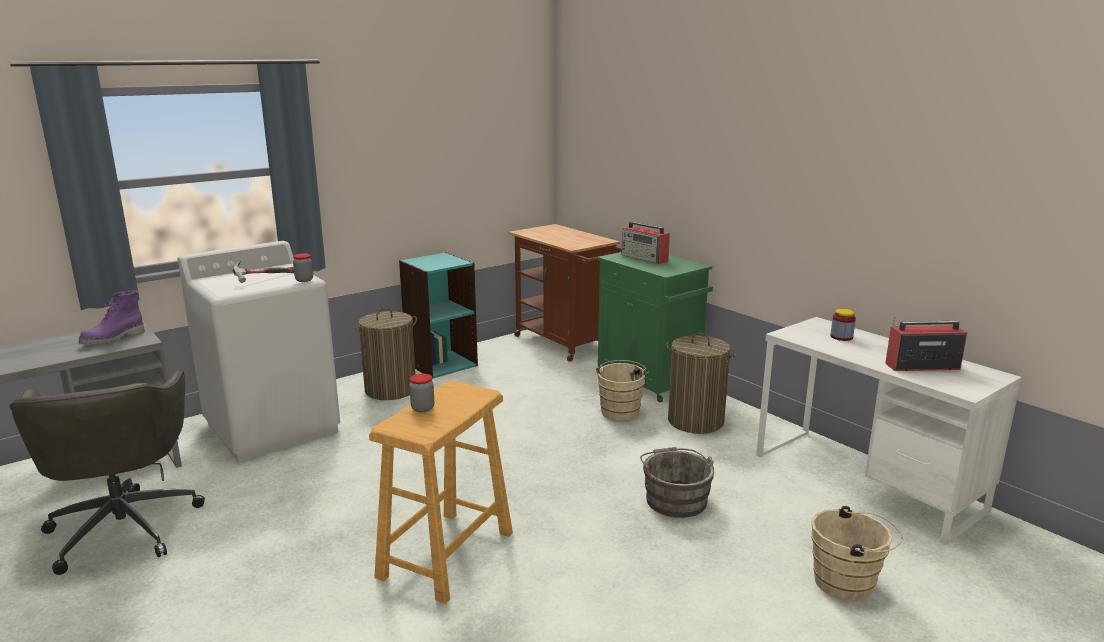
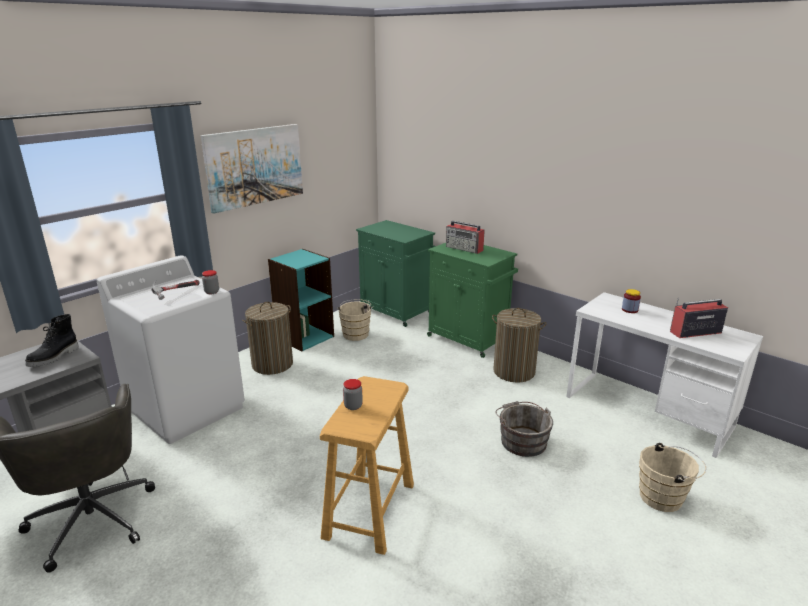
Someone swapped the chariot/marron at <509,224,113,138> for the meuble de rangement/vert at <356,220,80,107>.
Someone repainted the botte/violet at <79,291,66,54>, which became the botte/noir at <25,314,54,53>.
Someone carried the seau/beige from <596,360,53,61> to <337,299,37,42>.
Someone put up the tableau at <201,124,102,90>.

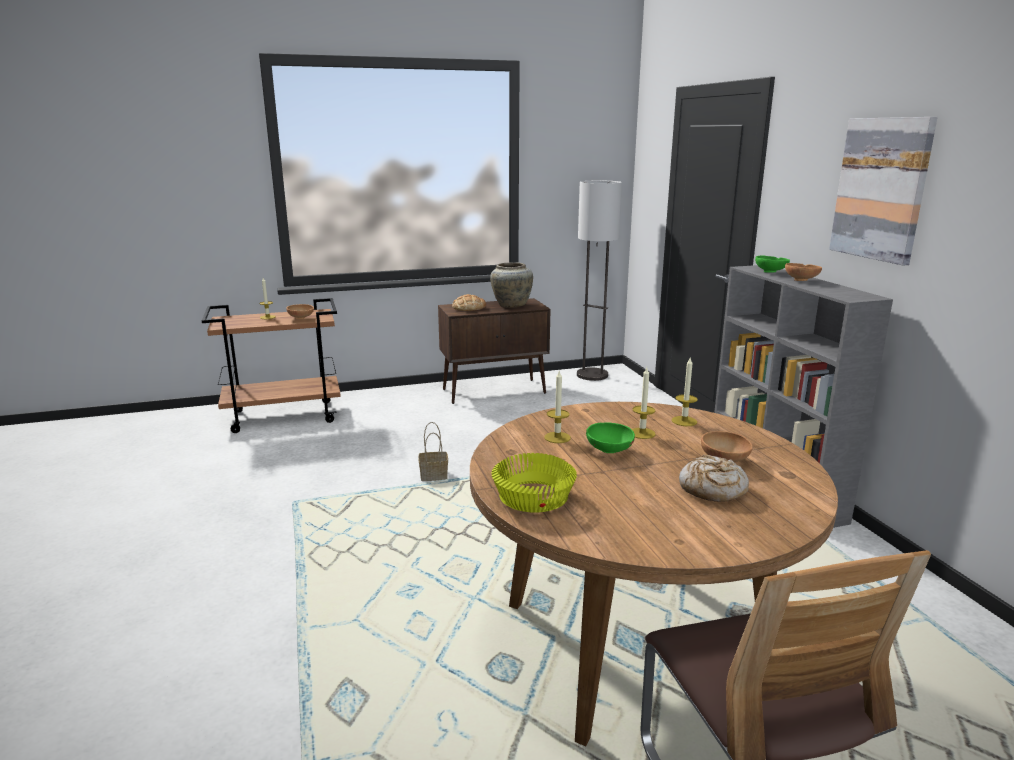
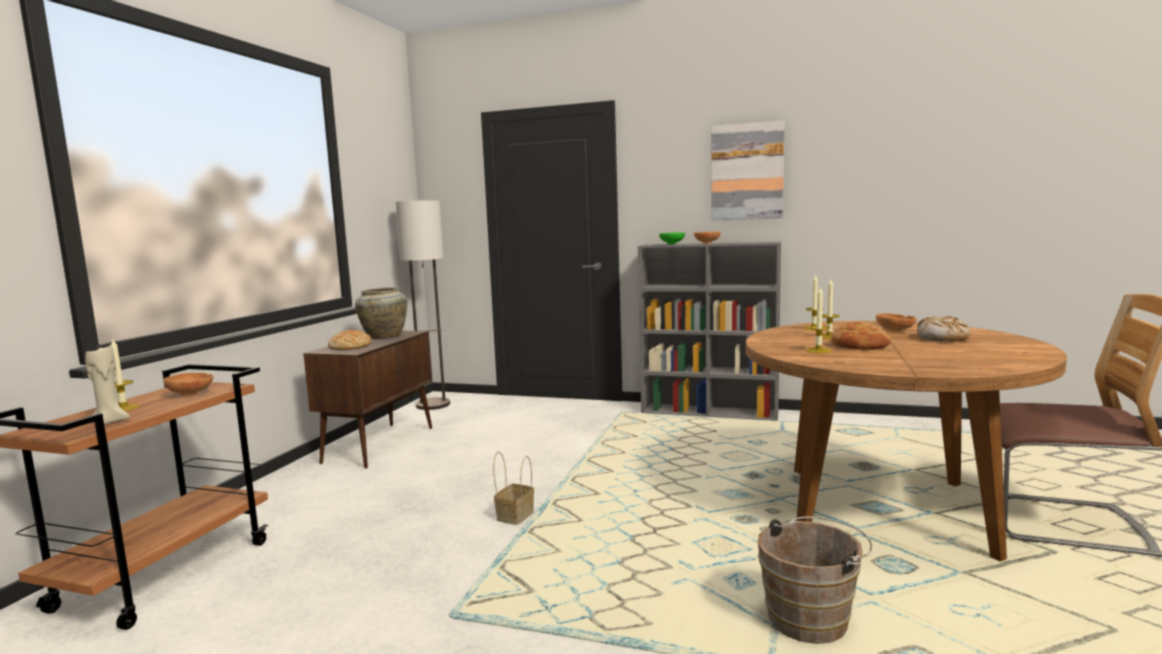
Someone swapped the bol/vert at <586,422,49,31> for the pain at <831,322,60,28>.
Someone took away the bol/jaune at <491,453,86,60>.
Someone put down the bougie/beige at <85,345,45,80>.
Someone put down the seau/marron at <758,517,114,127>.

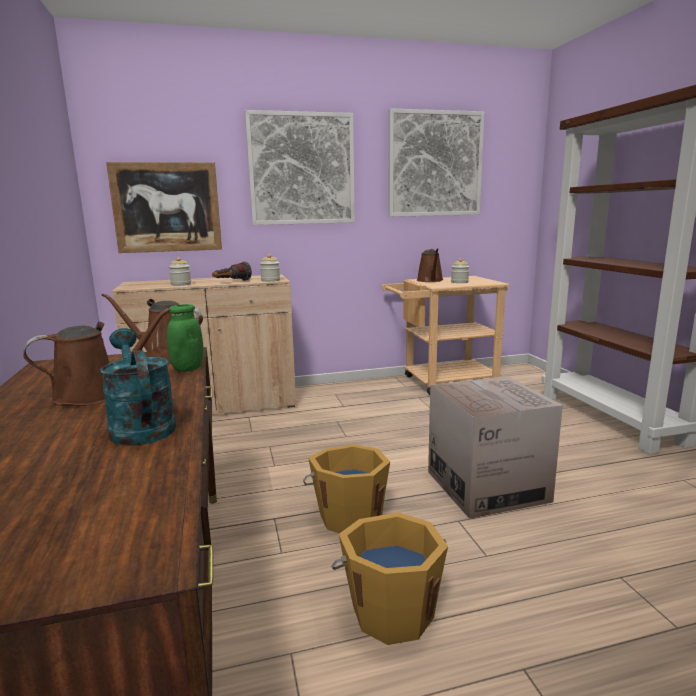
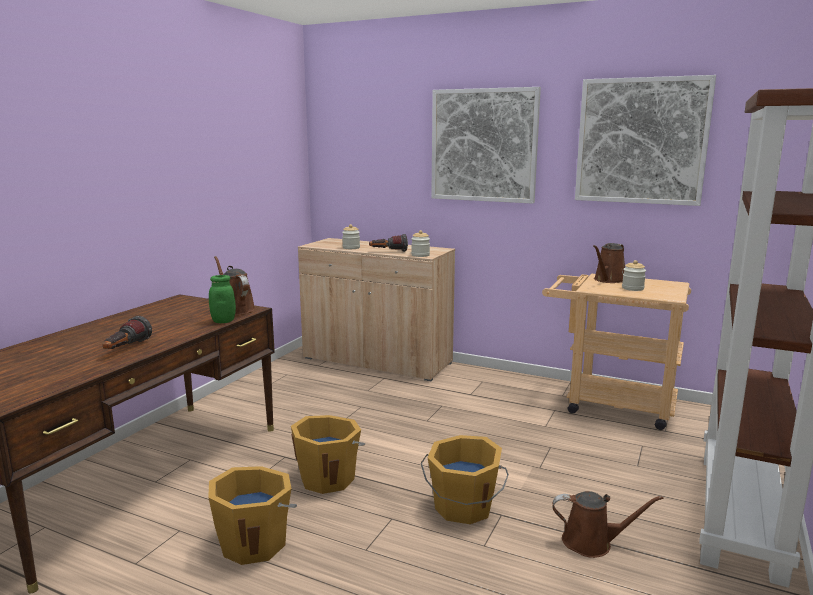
Someone took away the tableau at <106,162,116,91>.
Someone carried the arrosoir/marron from <23,308,148,98> to <552,491,112,67>.
Someone swapped the arrosoir/turquoise at <100,328,76,118> for the lampe de poche at <103,316,49,33>.
Someone swapped the carton at <428,376,135,143> for the seau/orange at <421,435,88,89>.

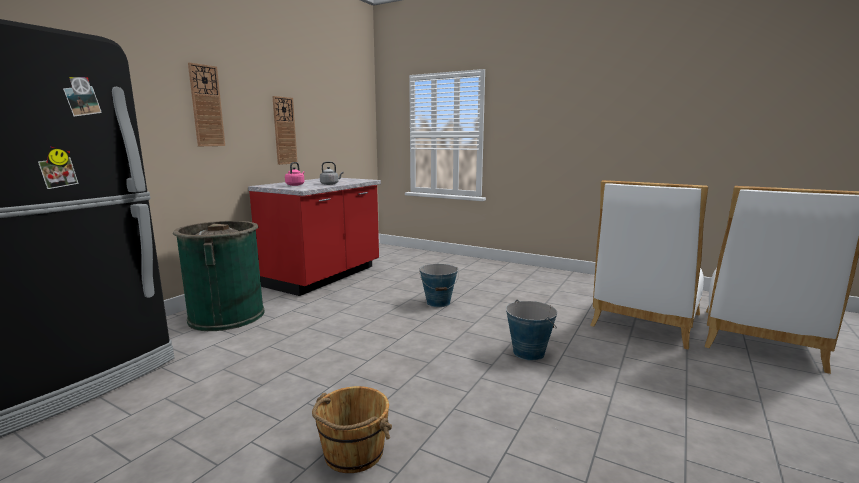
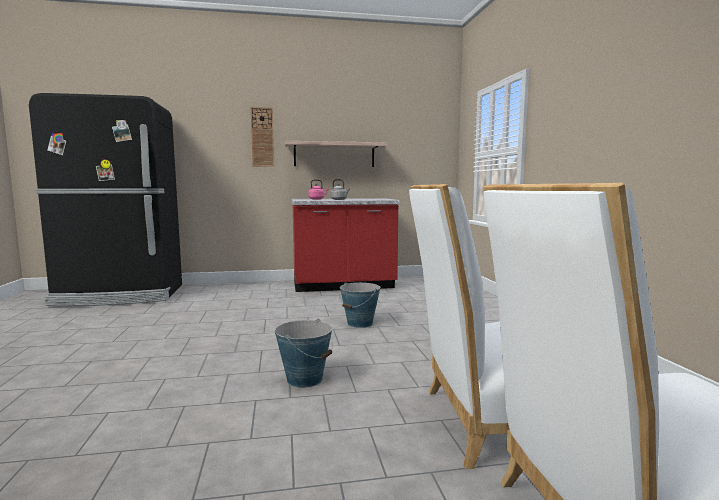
Someone swapped the horloge murale at <272,96,26,69> for the étagère at <285,141,103,26>.
Someone took away the poubelle/vert at <173,221,92,110>.
Someone took away the seau/marron at <312,386,80,87>.

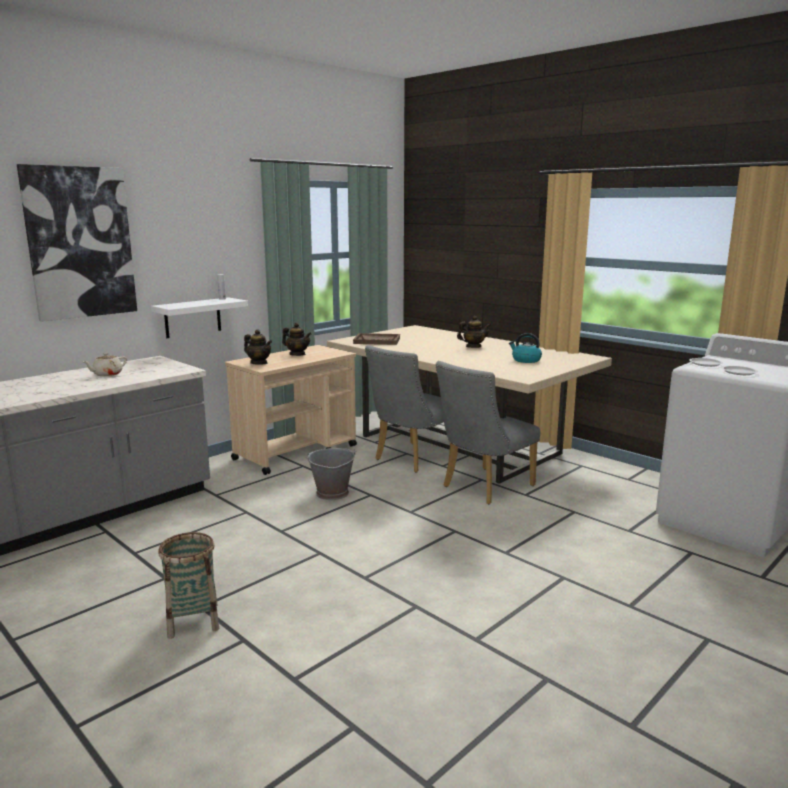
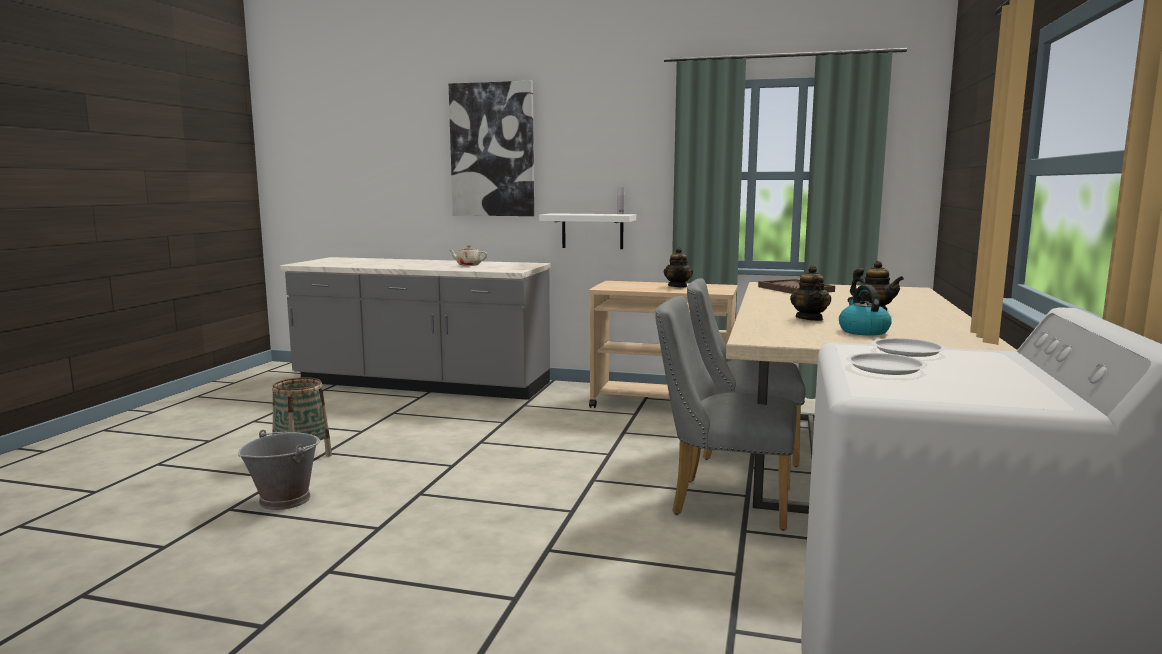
Someone carried the théière from <244,330,28,35> to <790,265,41,56>.
Someone carried the seau/gris from <305,448,51,52> to <238,430,82,80>.

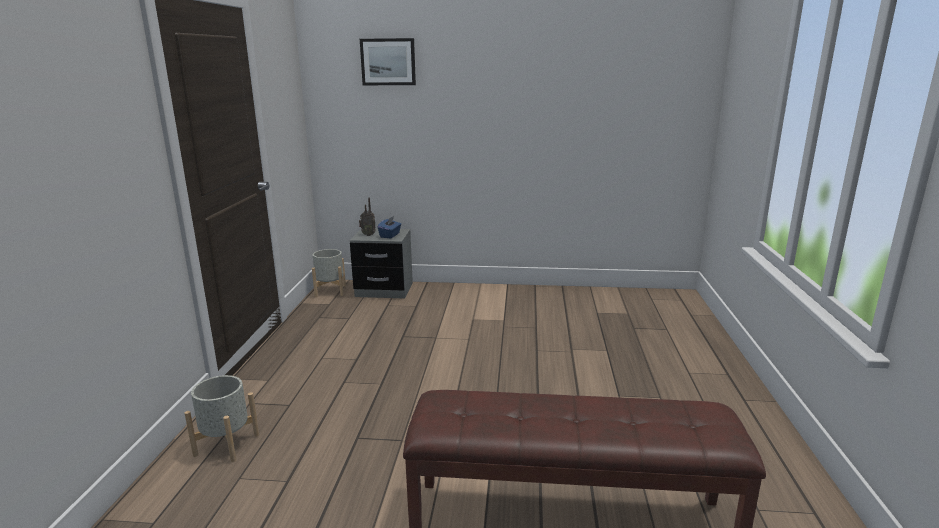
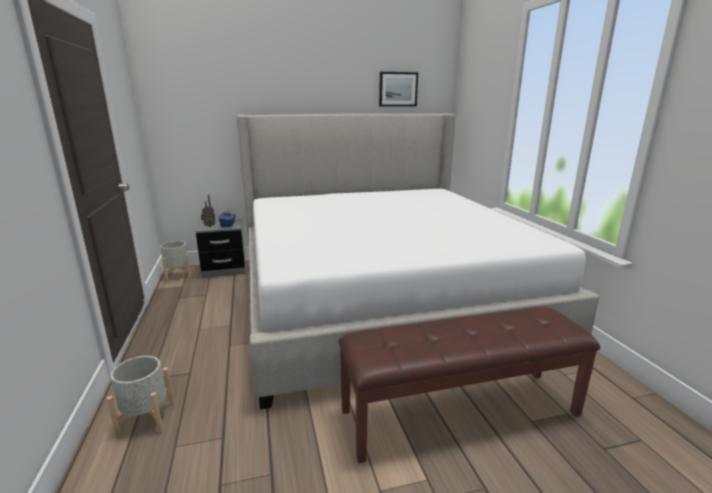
Someone carried the tableau from <360,38,56,47> to <379,72,39,35>.
Someone put down the lit at <237,113,362,297>.

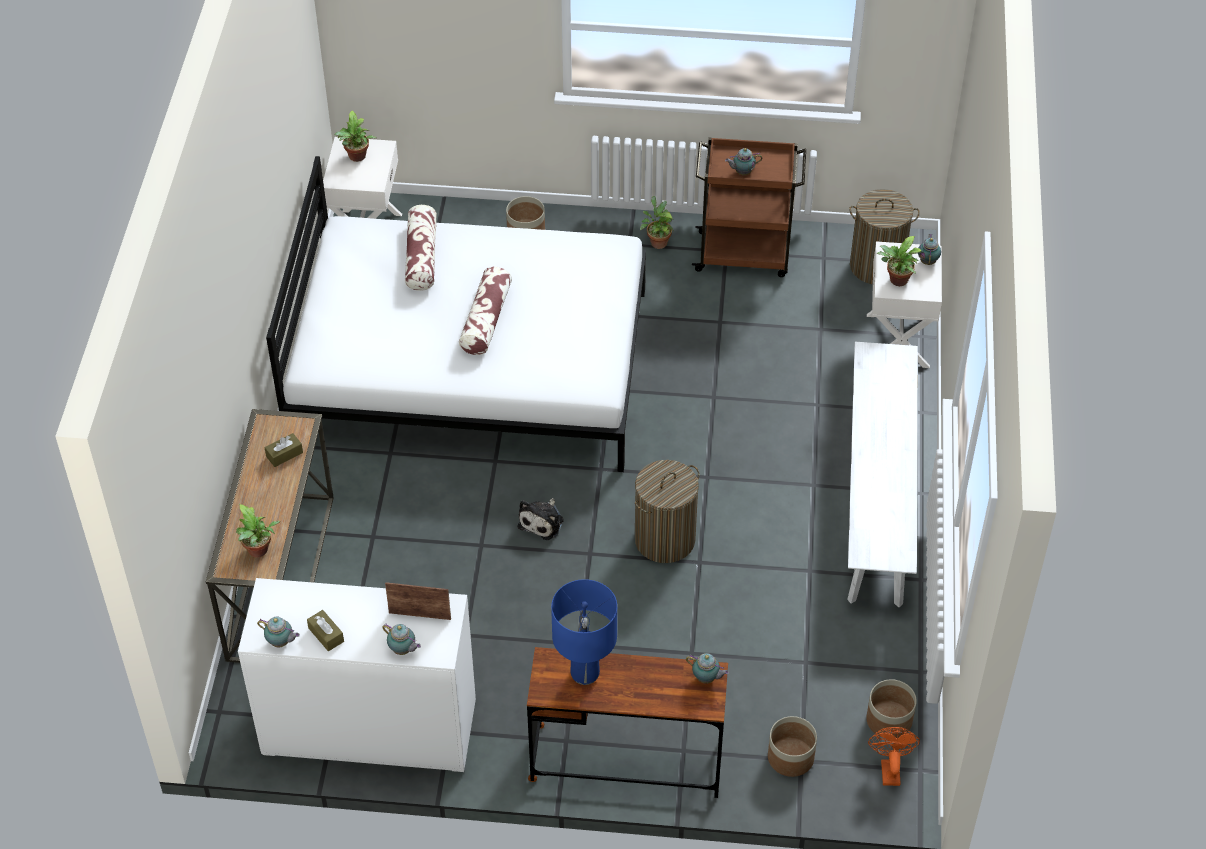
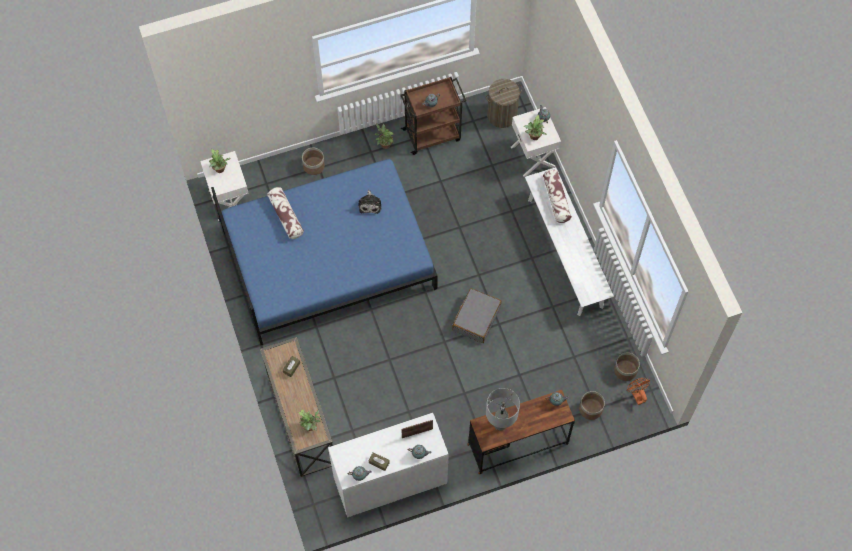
Someone repainted the lit/blanc at <266,156,380,316>, which became the lit/bleu at <211,159,227,186>.
Someone carried the coussin from <459,267,53,88> to <543,170,29,53>.
Someone swapped the panier à linge at <635,460,64,103> for the valise/gris at <452,288,50,55>.
Someone carried the peluche from <518,498,46,42> to <358,190,23,24>.
Someone repainted the lampe de table/bleu at <551,579,66,106>, which became the lampe de table/gris at <486,388,34,42>.

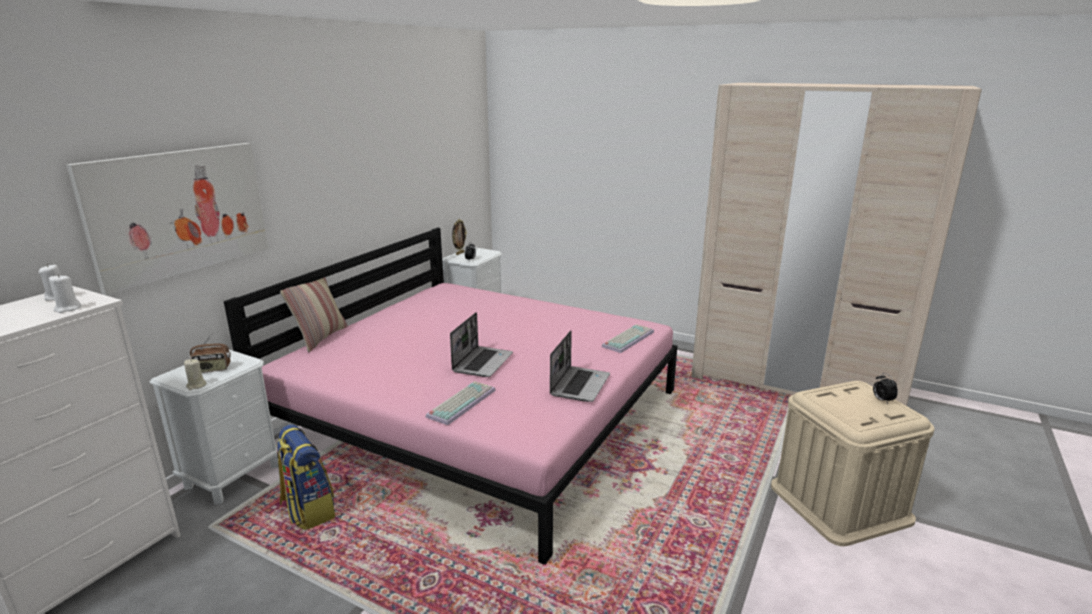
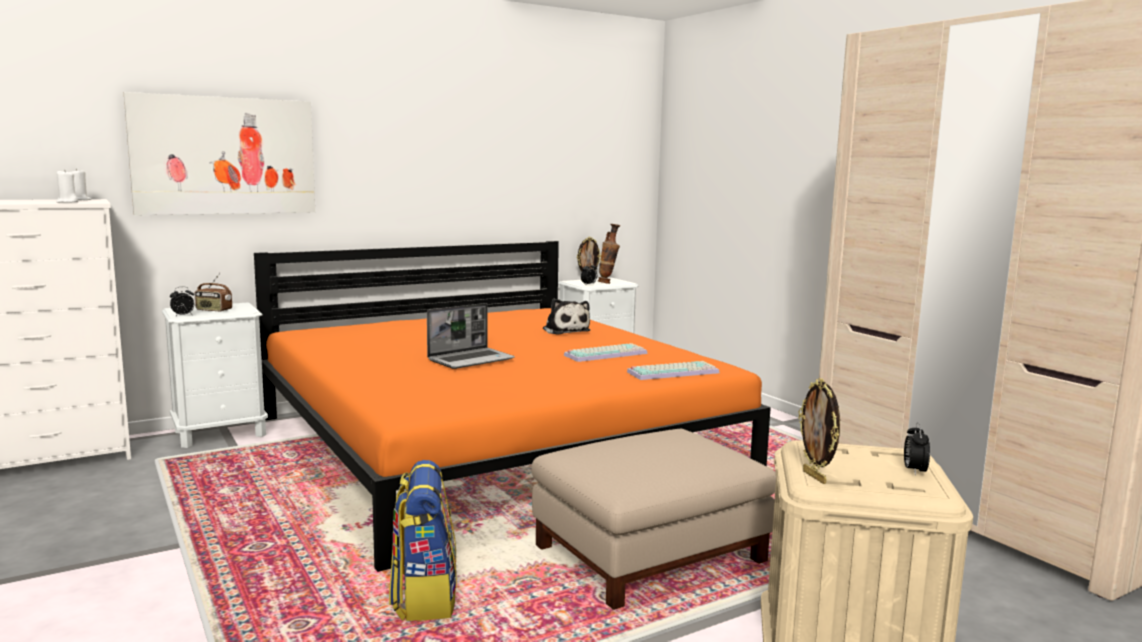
Someone repainted the lit/rose at <224,227,453,338>, which became the lit/orange at <254,241,517,331>.
Someone took away the coussin at <280,277,68,75>.
Someone took away the ordinateur portable at <550,330,60,72>.
Someone swapped the bougie/beige at <184,359,23,31> for the réveil at <170,287,24,29>.
Someone carried the clavier from <426,381,70,44> to <564,343,84,19>.
Someone carried the sac à dos from <276,424,59,107> to <389,460,68,161>.
Someone put down the vase at <598,224,22,60>.
Someone put down the peluche at <543,299,47,36>.
Someone put down the cadre photo at <799,378,41,106>.
Someone put down the pouf/beige at <531,429,245,181>.

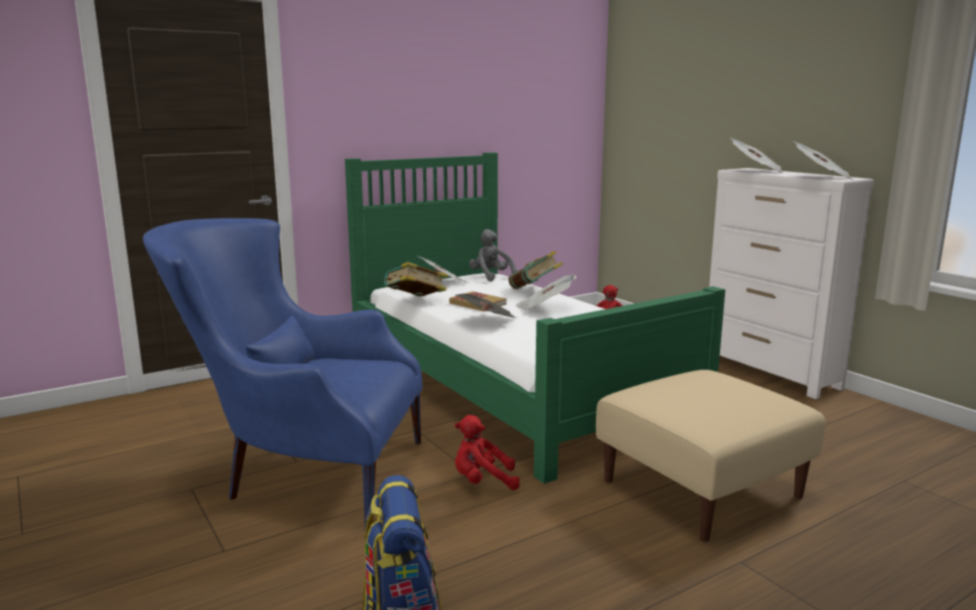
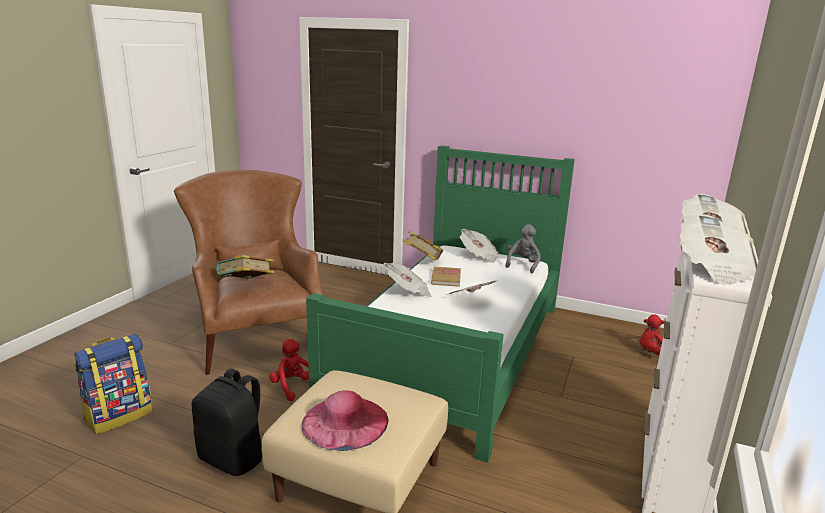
Someone repainted the fauteuil/bleu at <143,218,280,313>, which became the fauteuil/marron at <174,170,149,205>.
Someone carried the livre from <508,251,55,38> to <216,255,58,24>.
Someone put down the sac à dos/noir at <192,369,70,107>.
Someone put down the chapeau/rose at <302,390,87,61>.

